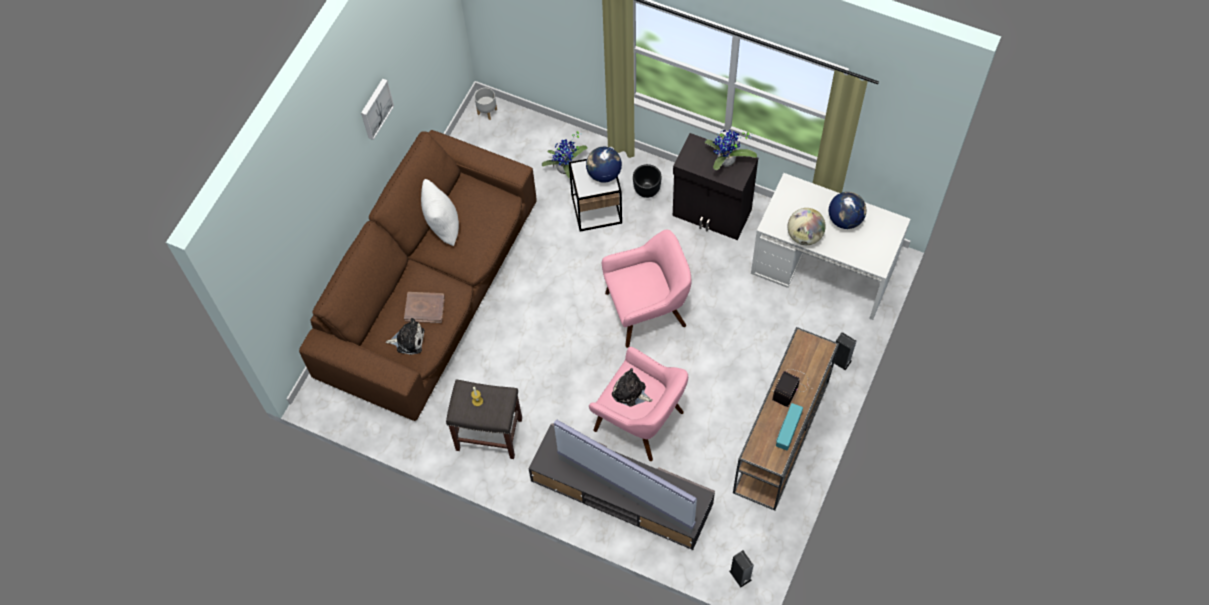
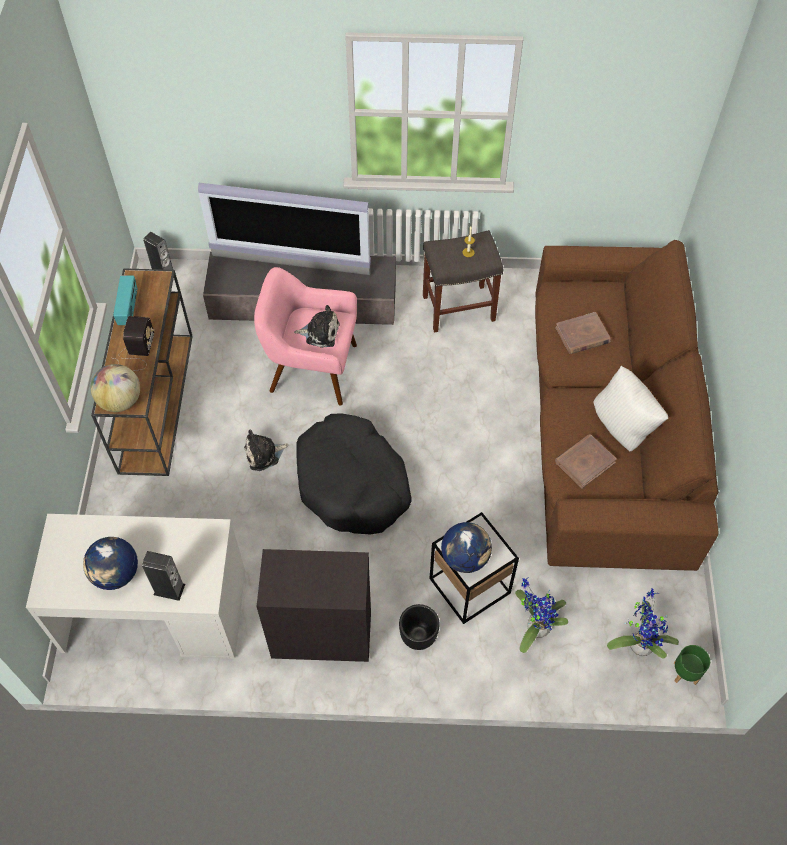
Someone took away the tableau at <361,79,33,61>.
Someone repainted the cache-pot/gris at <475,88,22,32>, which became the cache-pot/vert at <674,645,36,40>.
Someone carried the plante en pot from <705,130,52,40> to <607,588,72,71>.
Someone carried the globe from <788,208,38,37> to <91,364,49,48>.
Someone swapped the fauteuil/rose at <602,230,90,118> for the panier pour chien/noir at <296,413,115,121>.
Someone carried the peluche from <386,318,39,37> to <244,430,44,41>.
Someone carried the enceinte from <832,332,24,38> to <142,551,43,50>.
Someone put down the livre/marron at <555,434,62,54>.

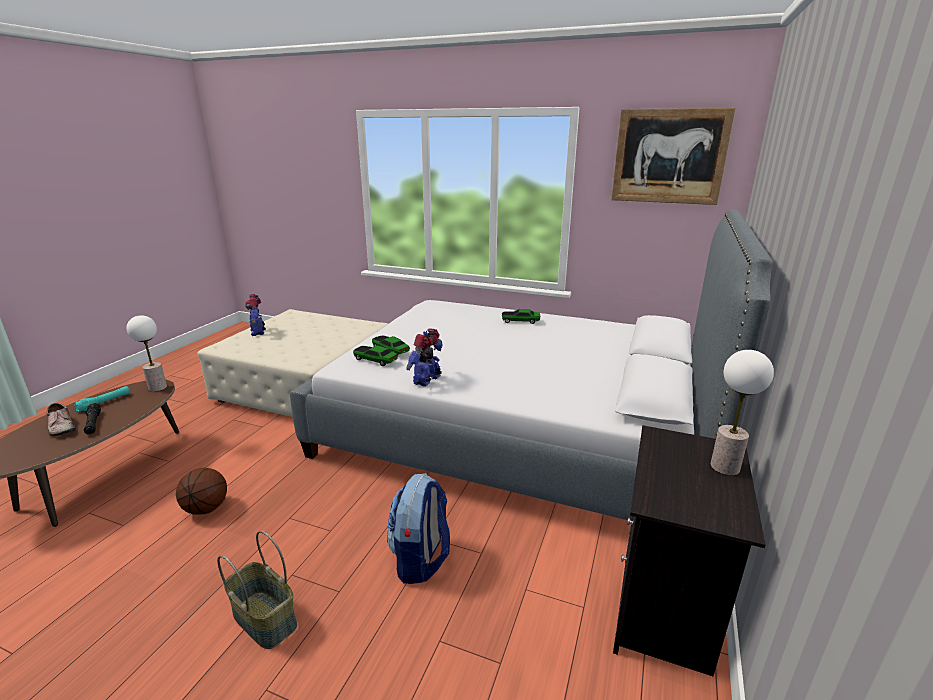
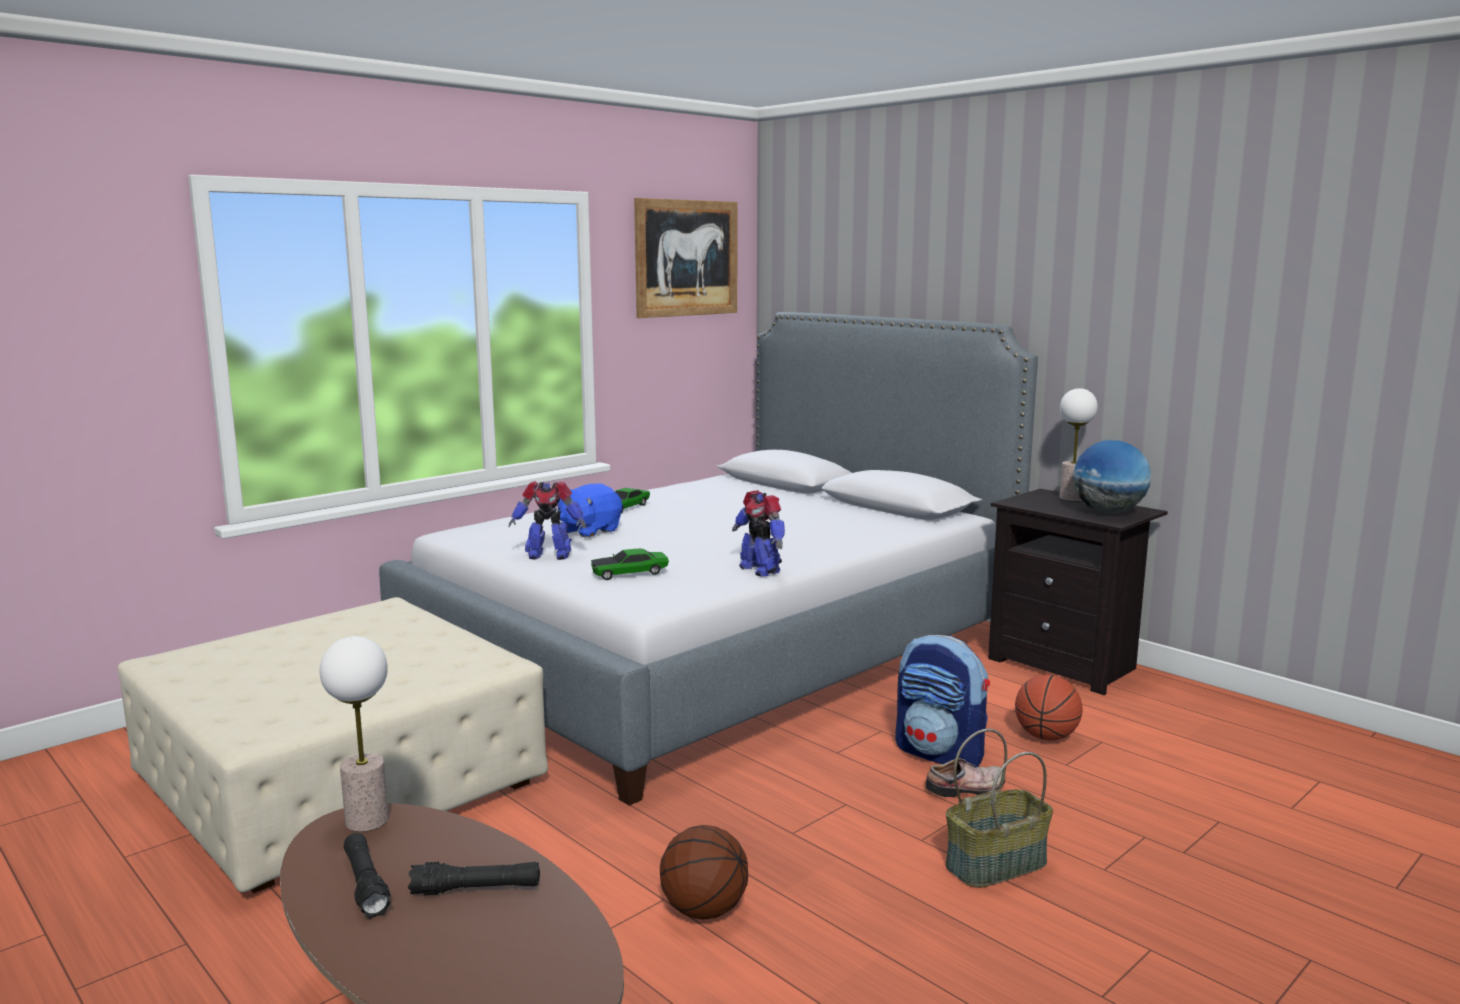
Someone carried the robot jouet from <245,294,21,42> to <508,481,78,79>.
Someone took away the petite voiture at <353,346,45,20>.
Someone repainted the lampe de poche/turquoise at <74,386,56,26>, which became the lampe de poche/noir at <344,833,47,86>.
Someone carried the chaussure from <46,403,30,33> to <926,758,79,39>.
Someone put down the globe at <1073,440,78,73>.
Someone put down the peluche/bleu at <557,483,65,55>.
Someone put down the ballon de basket at <1015,675,68,66>.

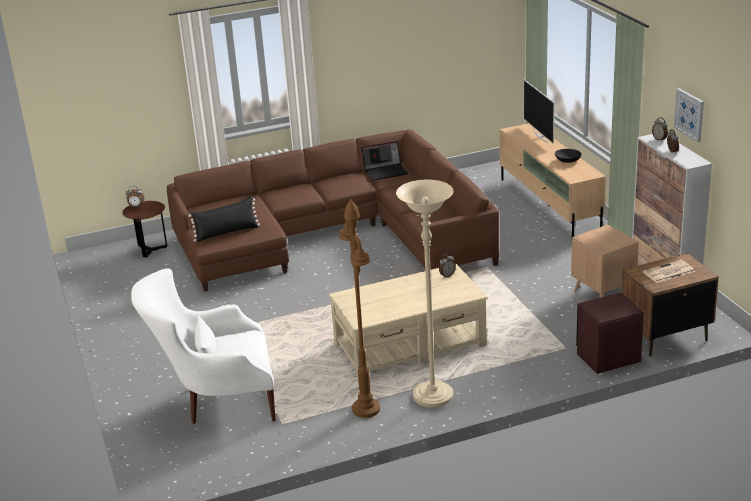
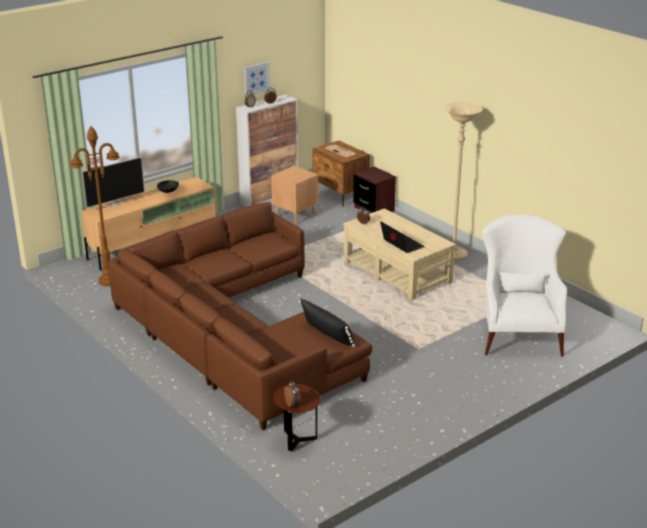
Someone carried the ordinateur portable from <362,141,46,40> to <380,221,44,32>.
Someone carried the lampadaire/marron from <339,199,41,219> to <70,126,50,160>.
Someone rotated the fauteuil/blanc at <131,268,145,156> by 150 degrees counterclockwise.

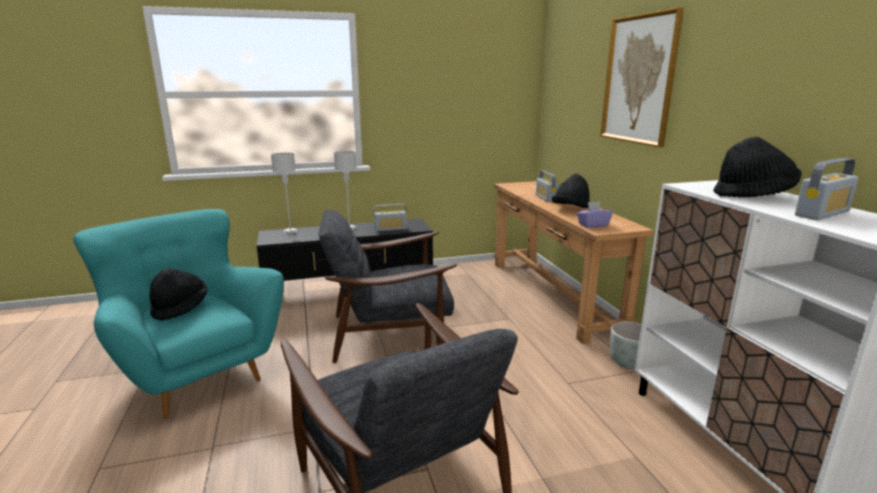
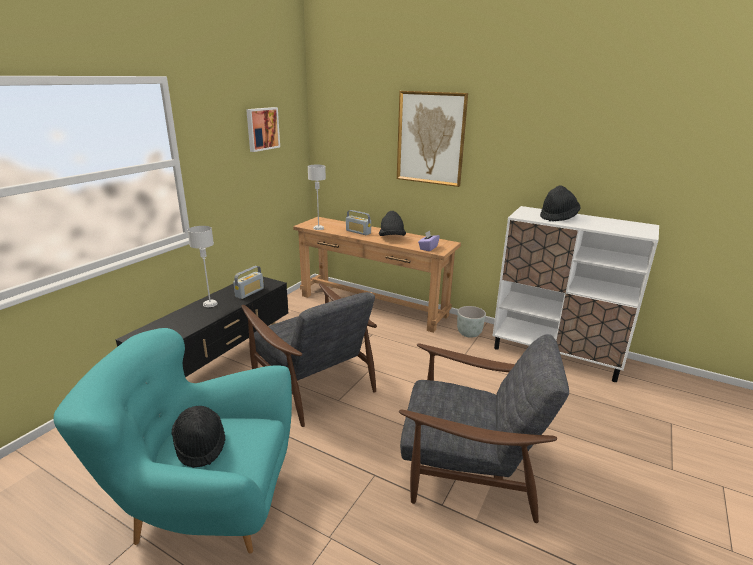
Someone carried the lampe de table/gris from <271,153,27,81> to <308,165,18,65>.
Someone took away the radio at <795,158,63,62>.
Someone rotated the fauteuil/gris at <318,210,139,153> by 75 degrees counterclockwise.
Someone put up the tableau at <246,107,34,45>.

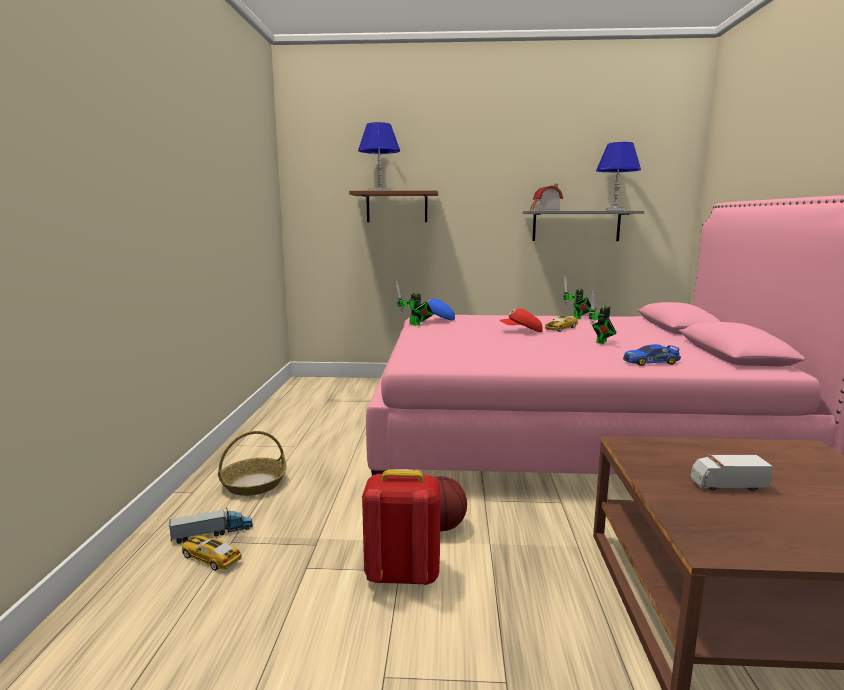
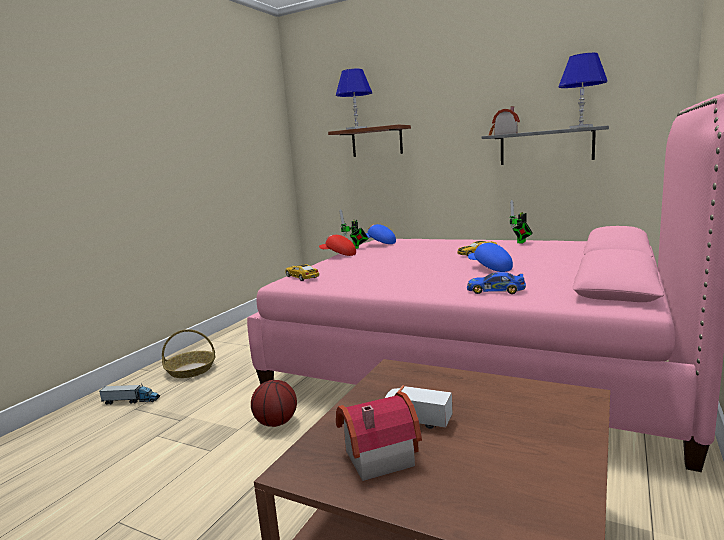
Someone swapped the robot jouet at <589,290,28,54> for the casquette/bleu at <468,243,45,29>.
Someone carried the casquette/rouge from <500,309,43,23> to <319,235,37,21>.
Someone took away the sac à dos/rouge at <362,470,78,115>.
Someone carried the petite voiture from <182,536,60,35> to <286,264,33,17>.
Someone put down the maison miniature at <336,392,86,89>.

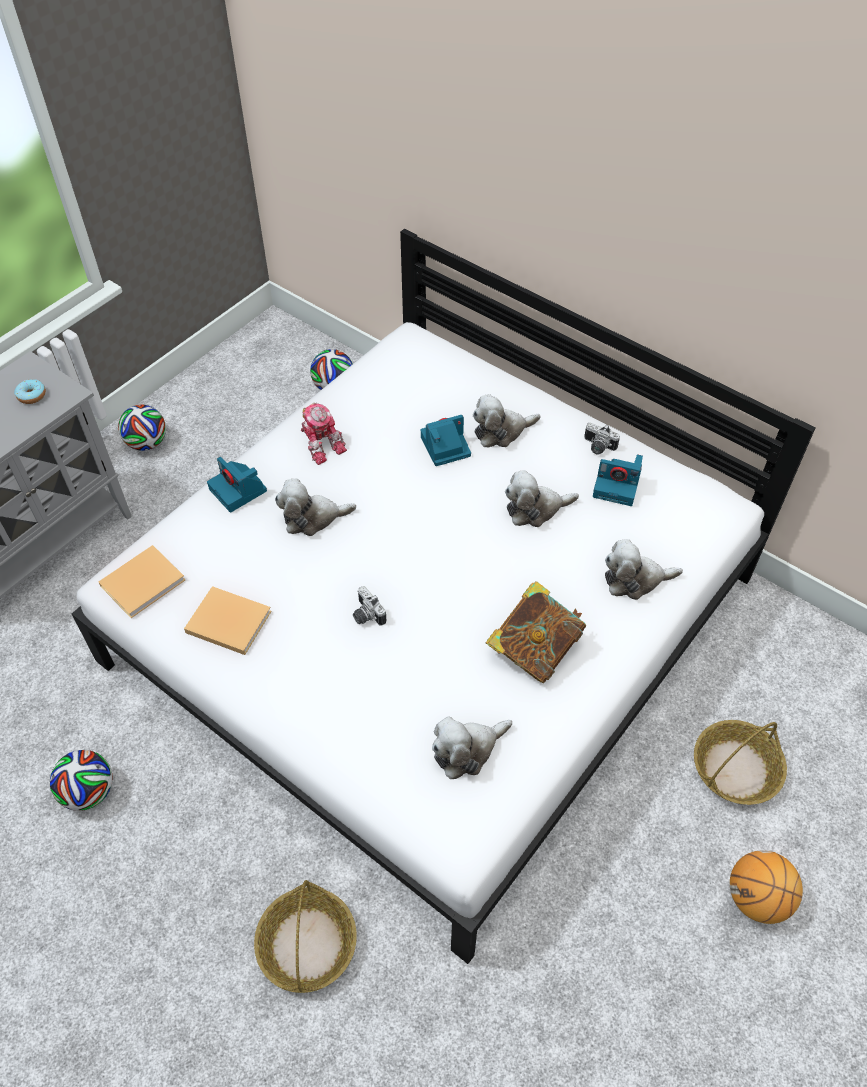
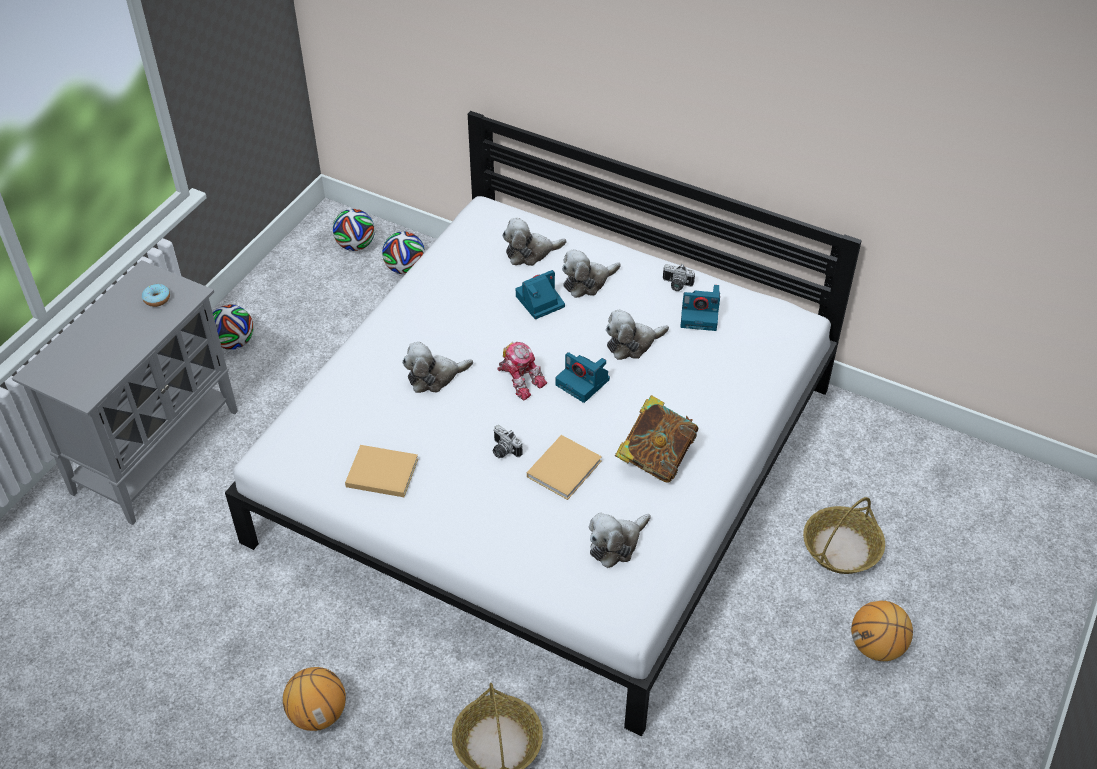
Someone carried the robot jouet from <301,403,46,62> to <497,342,50,59>.
Someone carried the appareil photo from <207,457,60,56> to <556,352,54,51>.
Someone carried the peluche from <605,539,78,61> to <502,218,64,48>.
Someone carried the livre/beige from <99,545,86,73> to <527,435,75,65>.
Someone carried the ballon de foot from <50,750,63,61> to <333,209,42,42>.
Someone put down the ballon de basket at <283,667,63,64>.

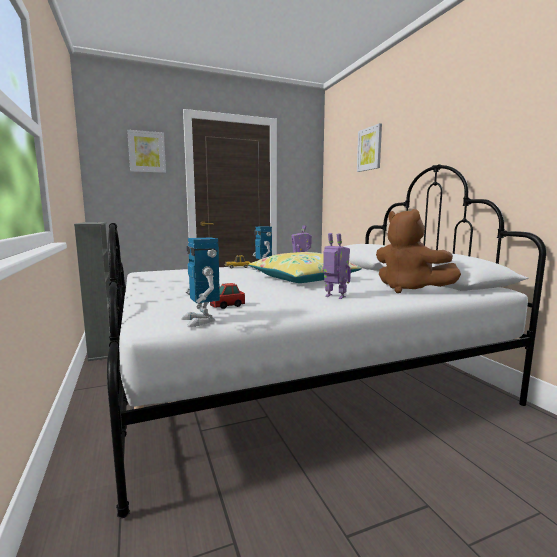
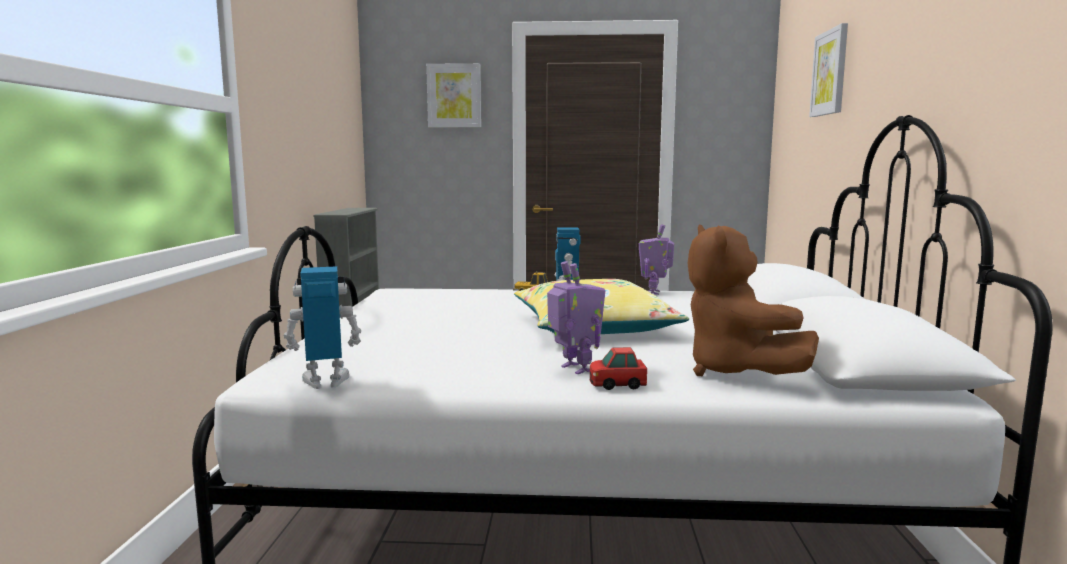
Someone rotated the robot jouet at <181,237,39,90> by 75 degrees clockwise.
Someone carried the petite voiture from <210,283,35,26> to <590,347,57,43>.

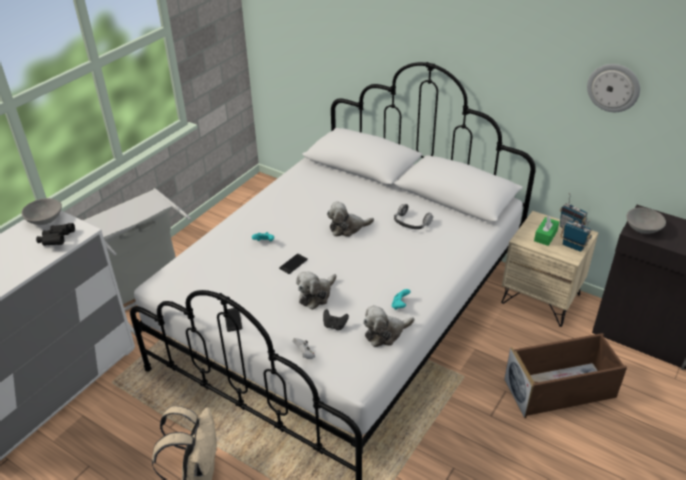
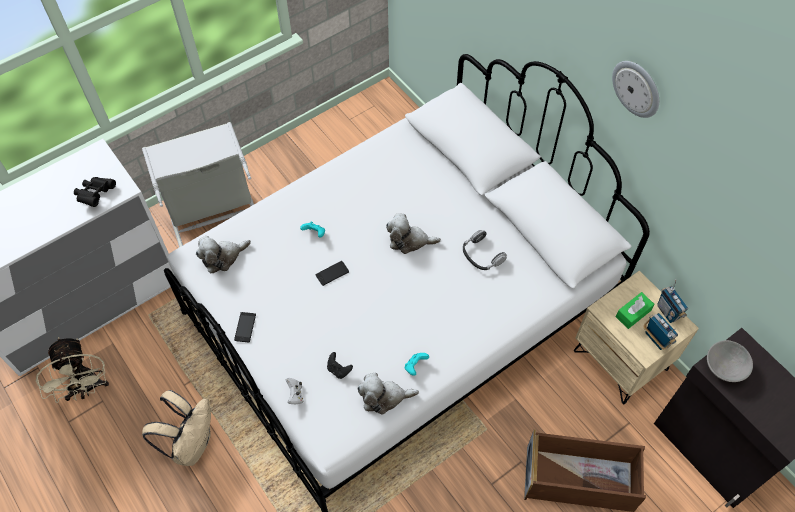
Someone carried the horloge murale from <587,64,53,48> to <612,61,47,57>.
Someone took away the bol/gris at <21,198,41,27>.
Someone carried the peluche from <296,272,40,38> to <196,236,55,37>.
Someone put down the ventilateur/beige at <36,337,73,66>.

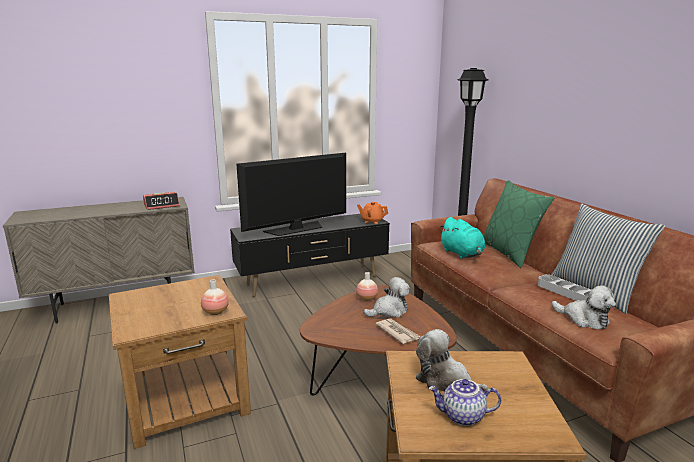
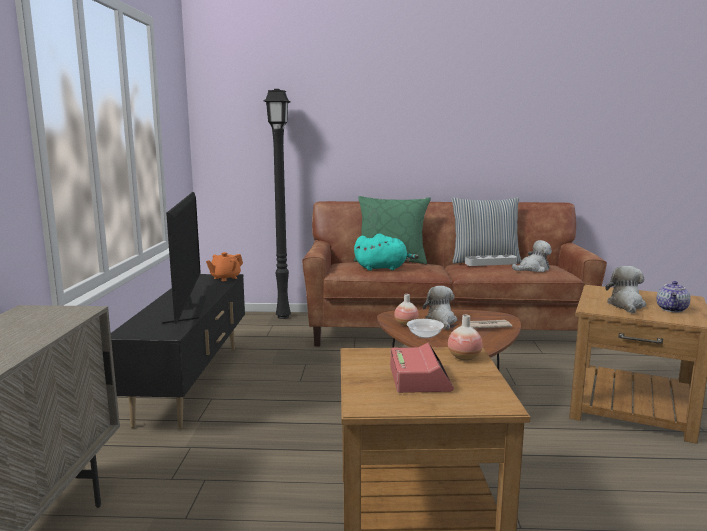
Someone carried the réveil from <143,192,37,18> to <390,343,64,50>.
Someone rotated the peluche at <416,329,73,63> by 135 degrees clockwise.
Someone put down the bol at <407,319,37,19>.

